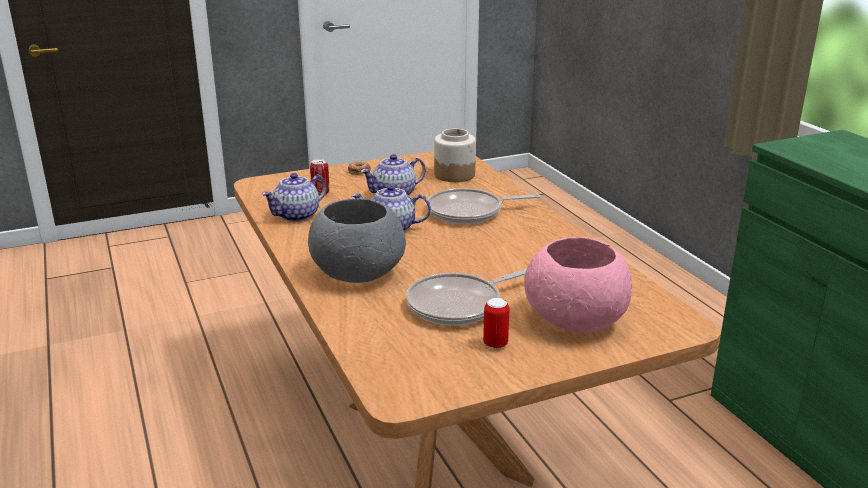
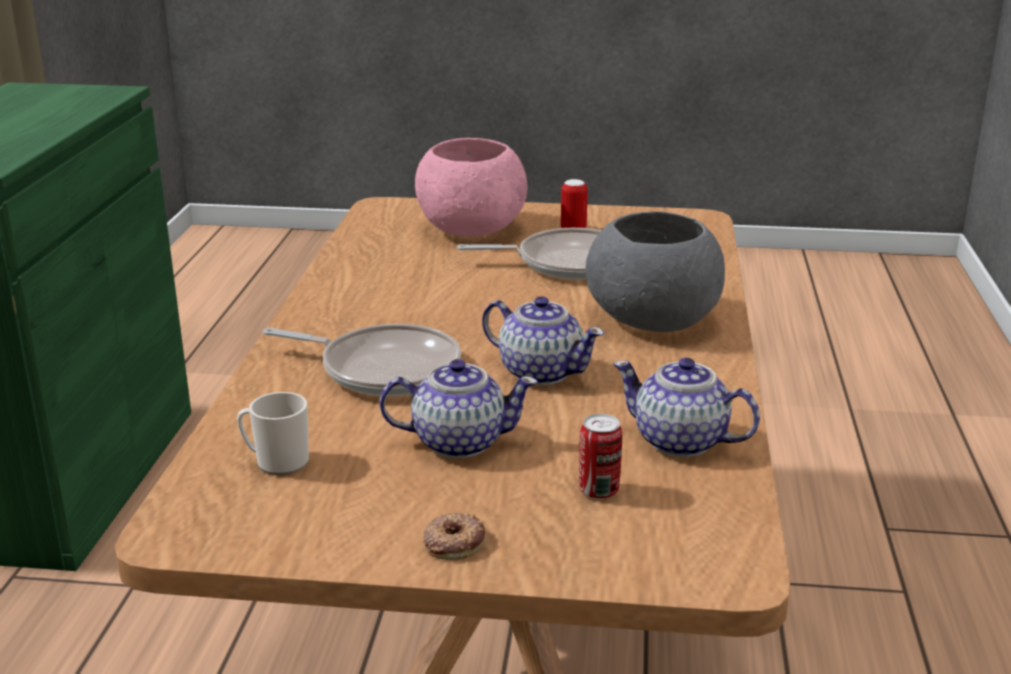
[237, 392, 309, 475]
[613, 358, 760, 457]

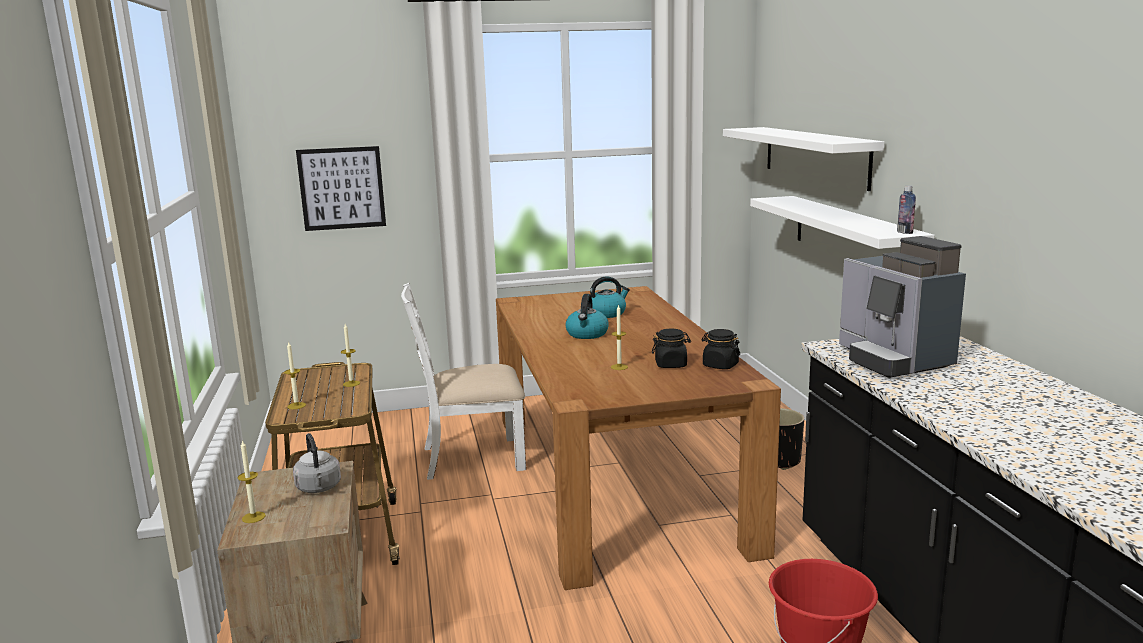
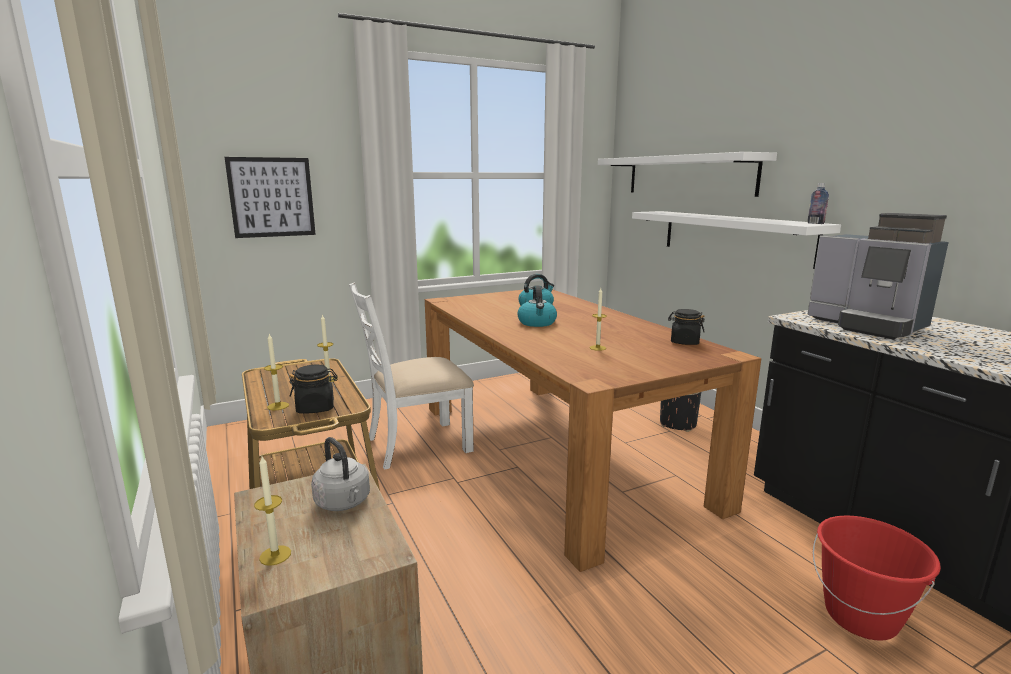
[290, 365, 338, 414]

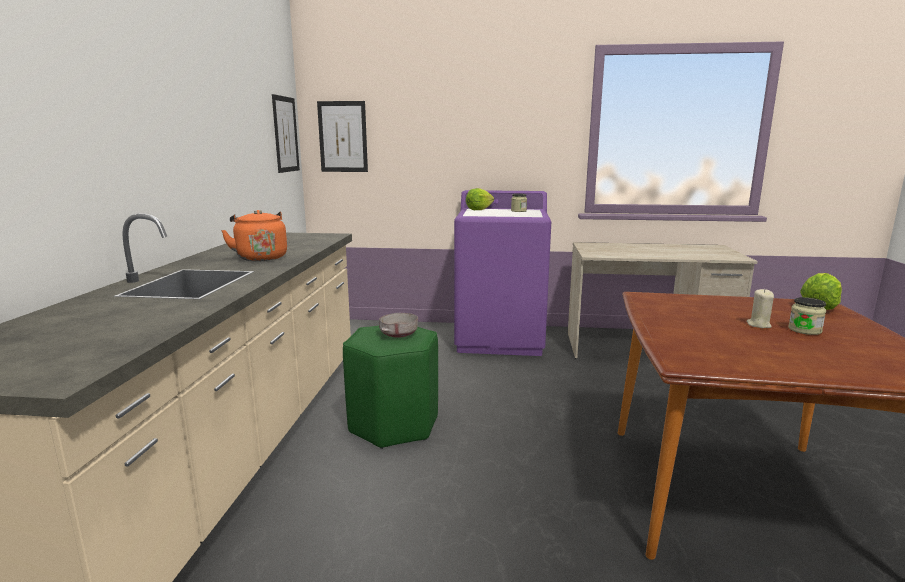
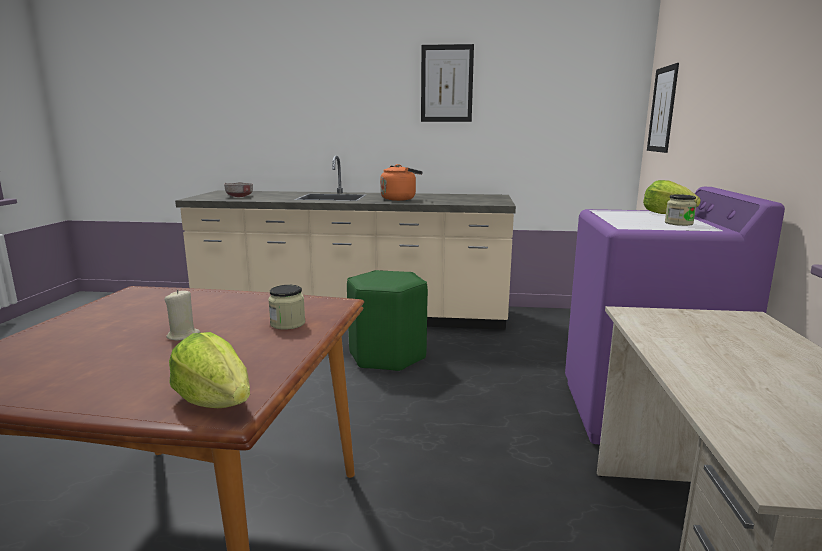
[224, 182, 253, 197]
[268, 285, 305, 330]
[421, 44, 474, 122]

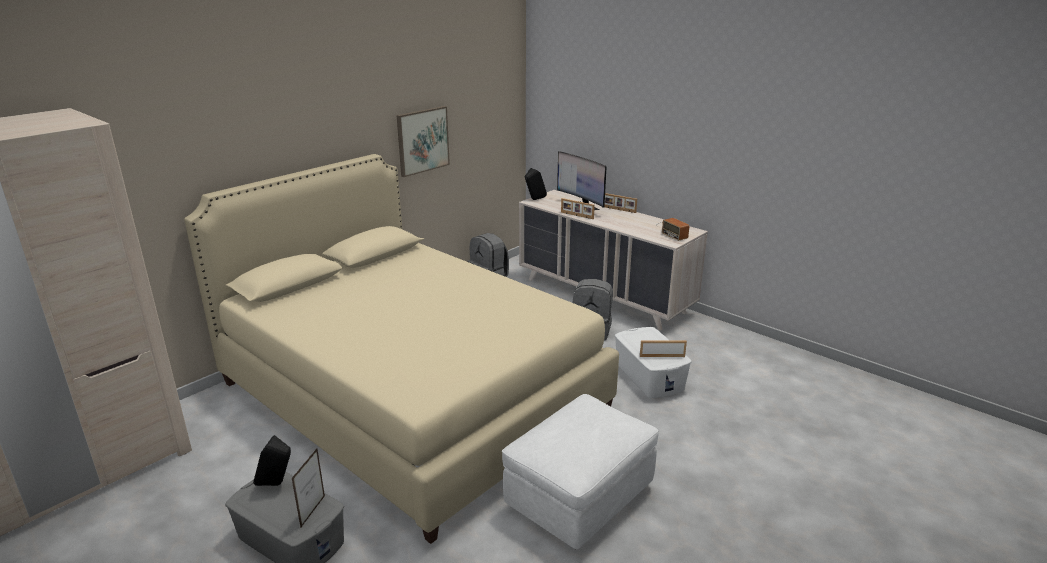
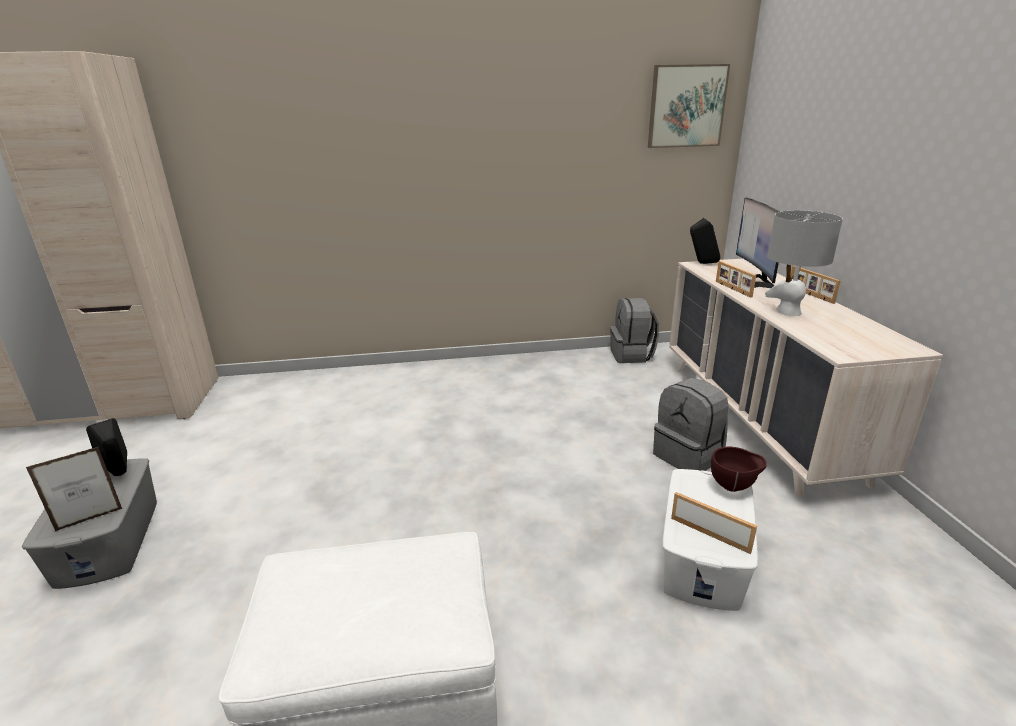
[648, 64, 730, 148]
[711, 447, 767, 492]
[765, 210, 843, 316]
[184, 154, 619, 544] (first image)
[656, 218, 689, 241] (first image)

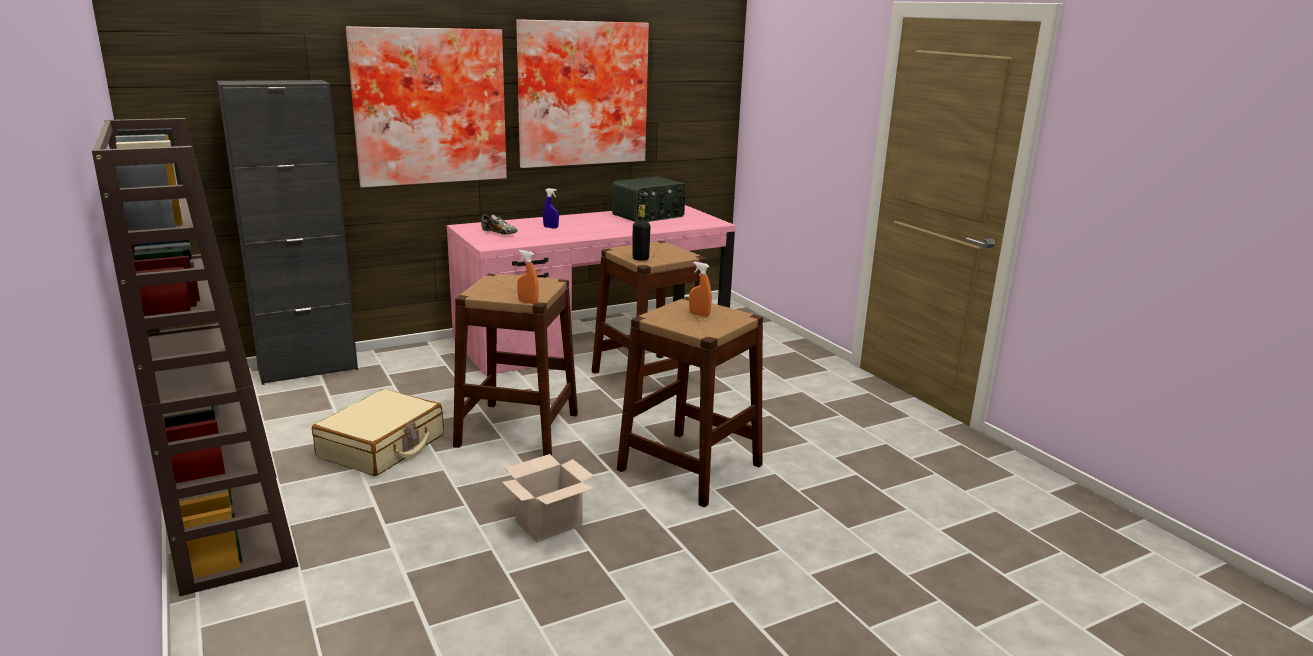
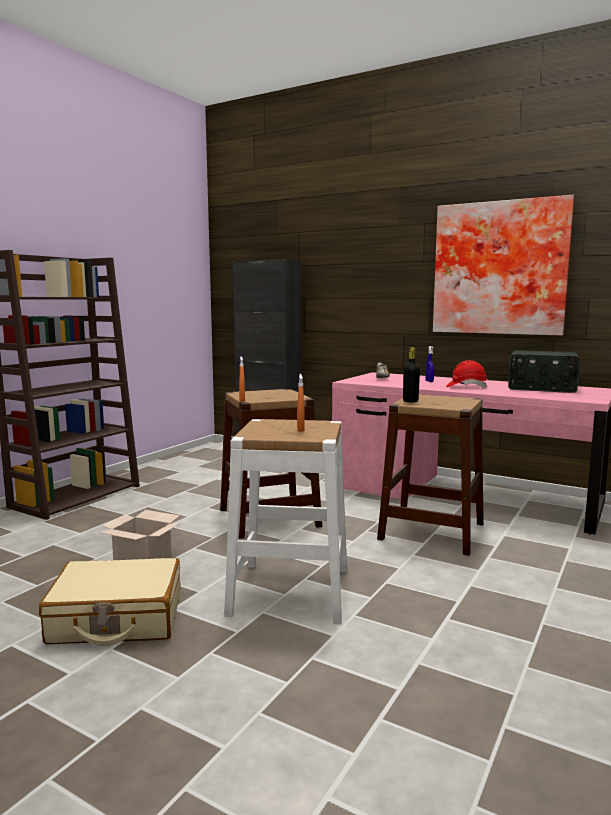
[39, 558, 181, 646]
[224, 419, 347, 624]
[446, 360, 487, 388]
[346, 26, 507, 187] (first image)

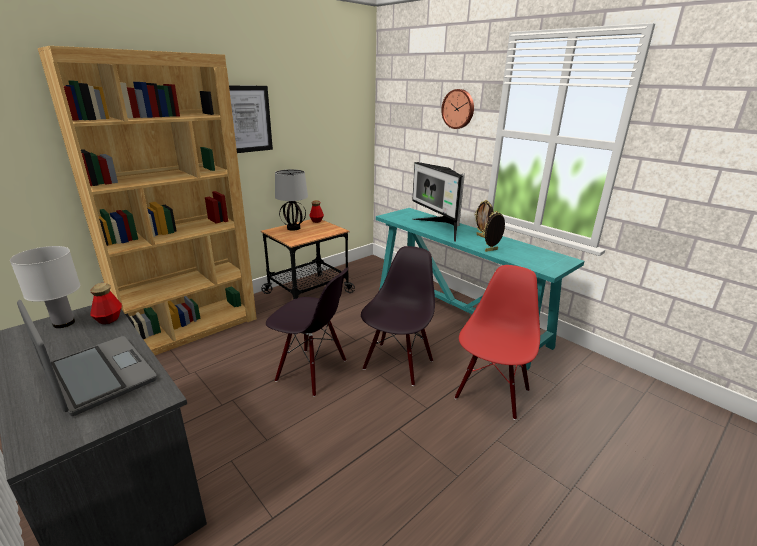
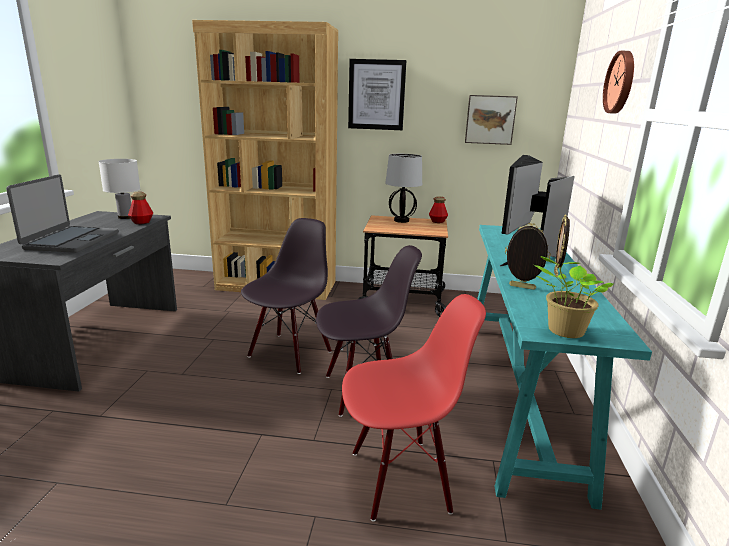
[241, 218, 332, 374]
[465, 95, 518, 145]
[534, 256, 613, 338]

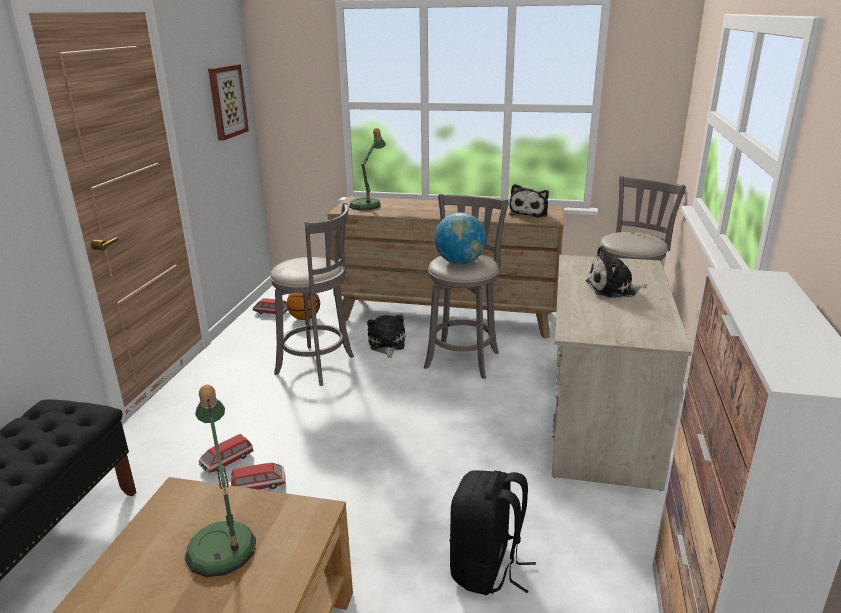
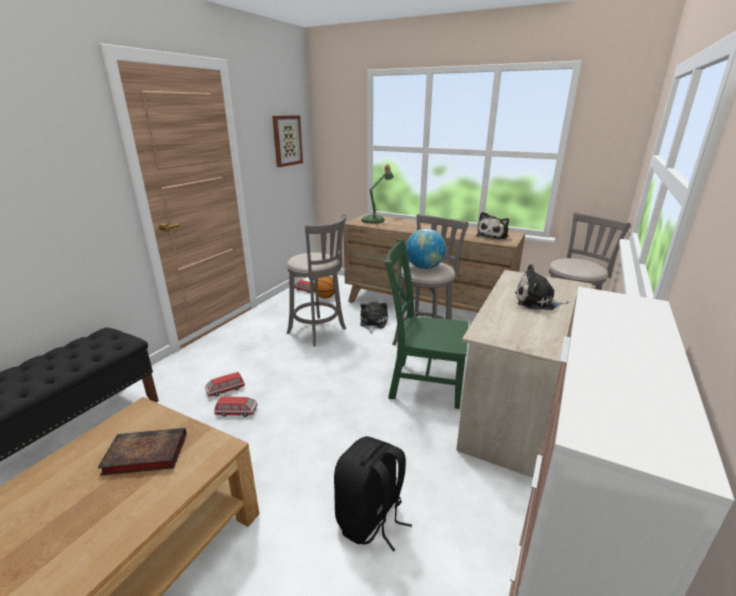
[97, 428, 187, 476]
[384, 239, 468, 409]

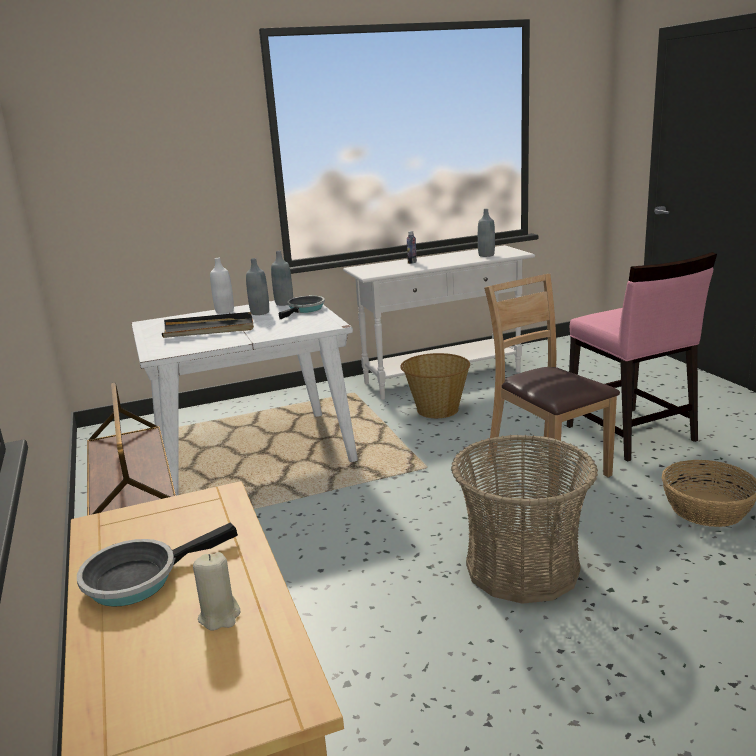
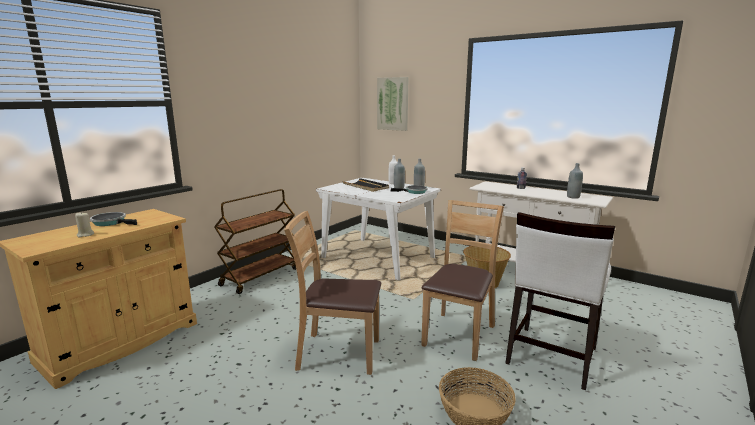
[284, 211, 381, 375]
[377, 77, 409, 131]
[505, 212, 615, 390]

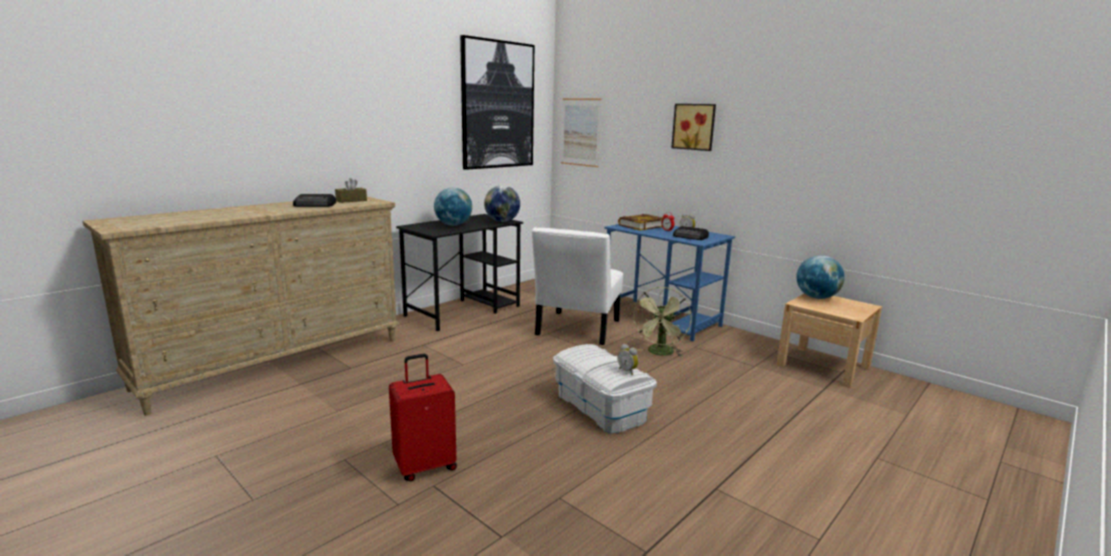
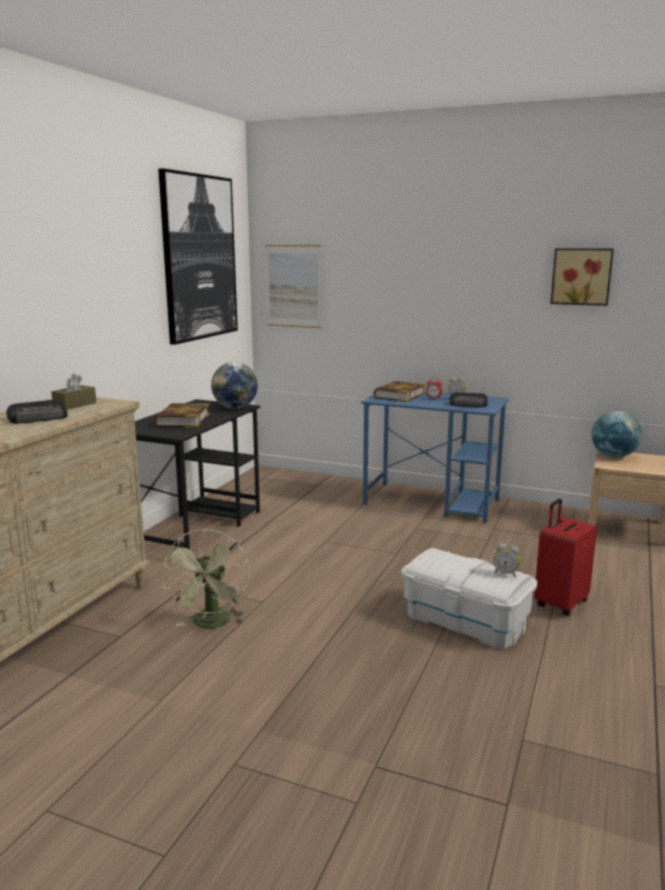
[154, 403, 210, 427]
[162, 529, 250, 629]
[534, 499, 597, 616]
[550, 248, 614, 306]
[532, 227, 623, 345] (first image)

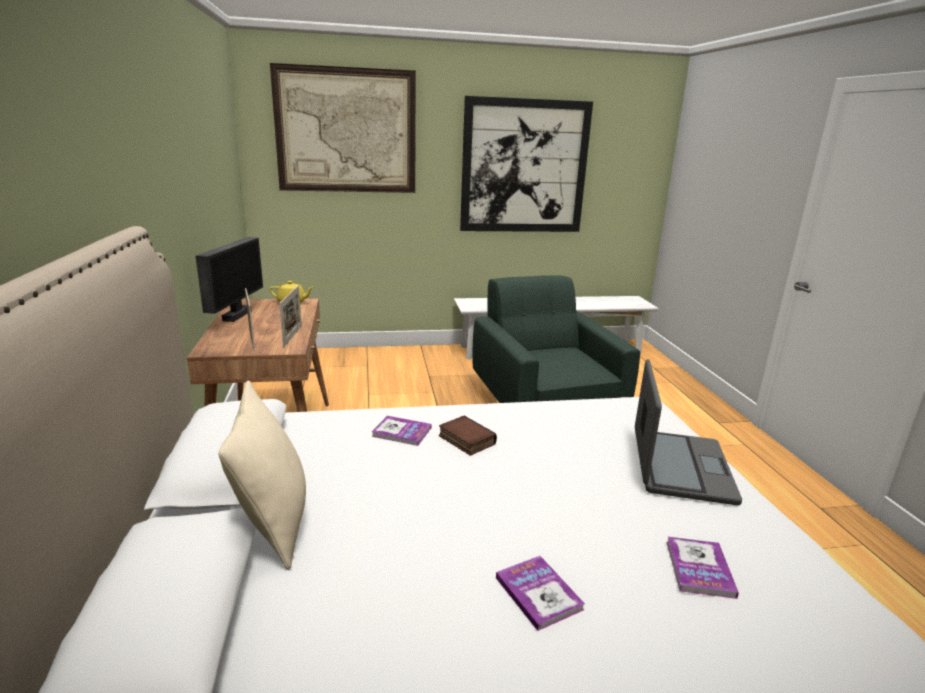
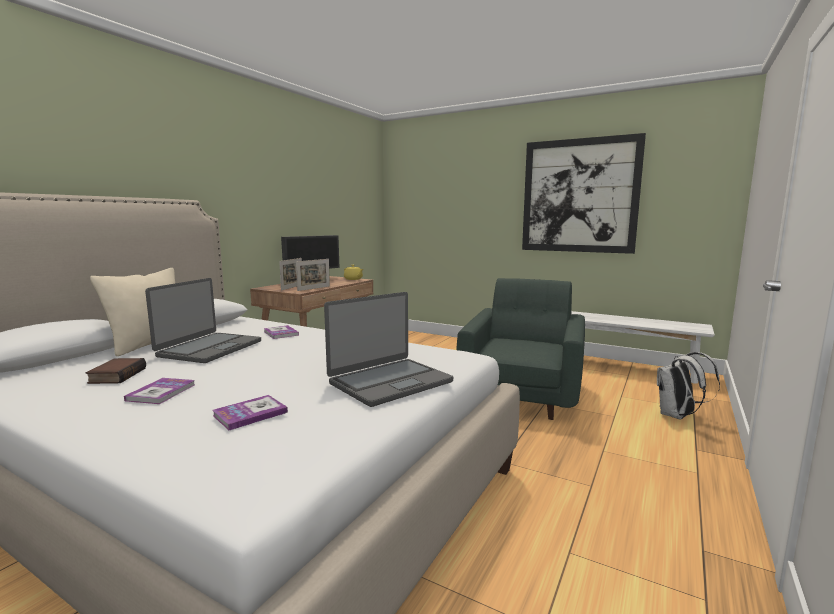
[86, 358, 146, 384]
[145, 278, 261, 363]
[657, 352, 720, 419]
[270, 63, 416, 193] (first image)

